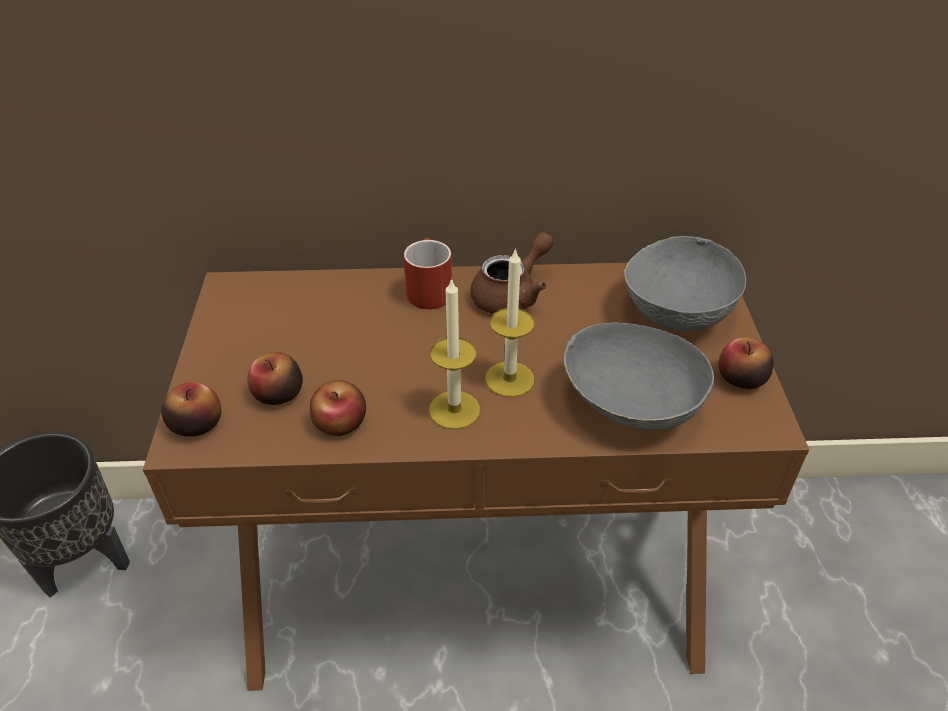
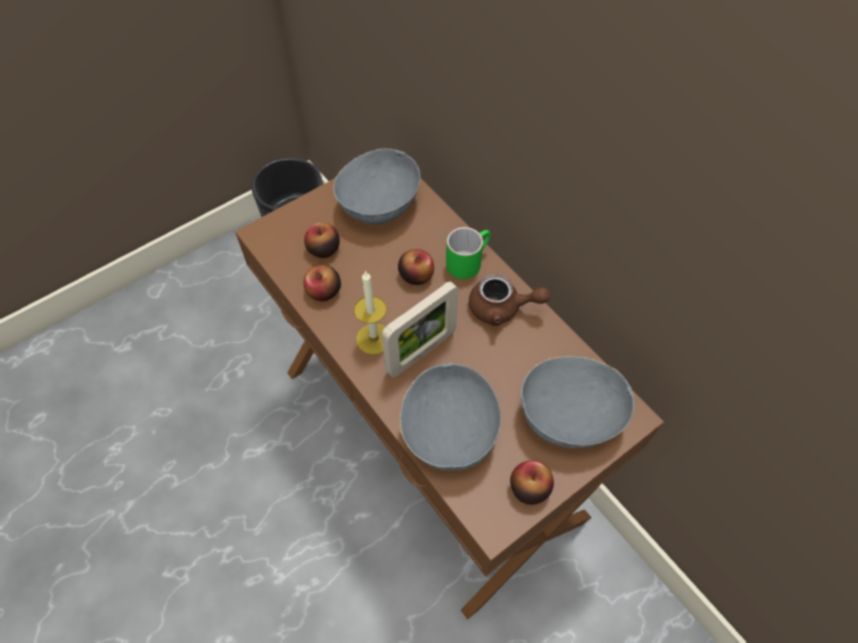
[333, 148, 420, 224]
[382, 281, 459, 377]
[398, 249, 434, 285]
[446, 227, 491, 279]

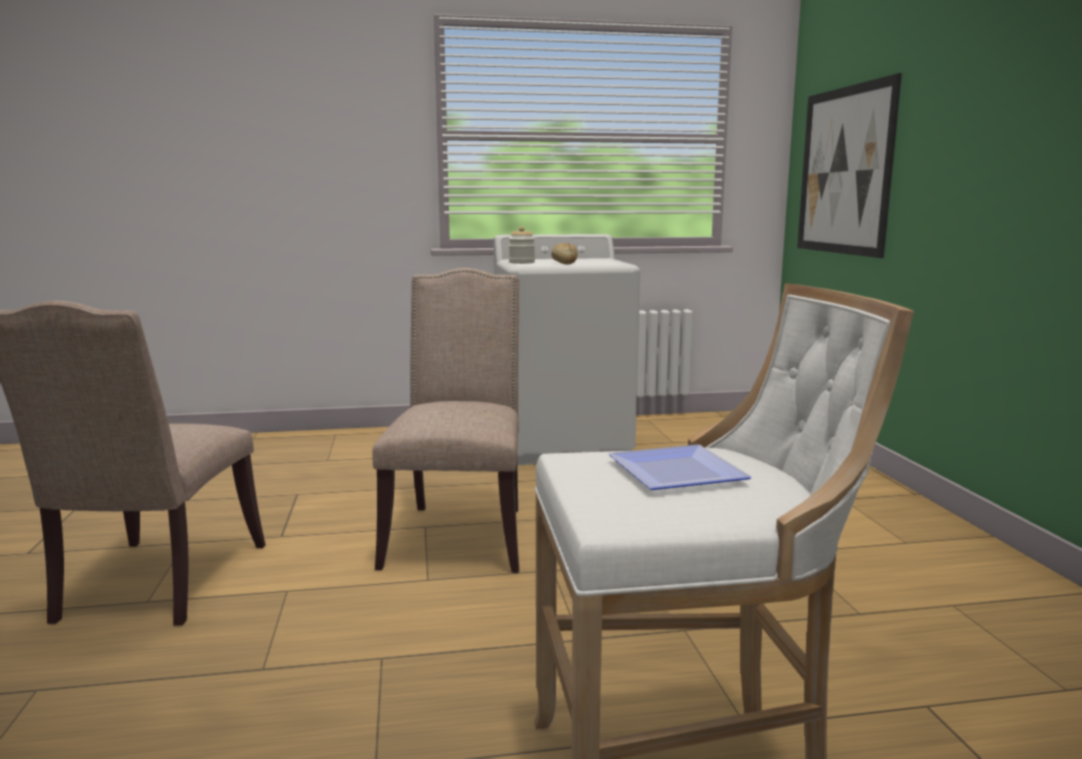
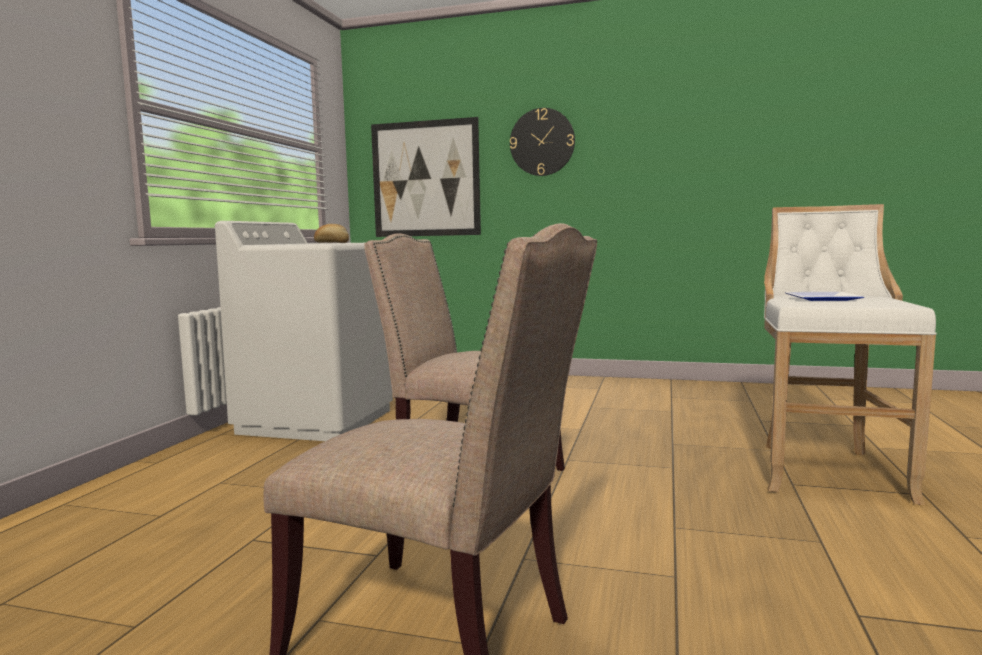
[510, 108, 575, 176]
[509, 227, 535, 264] (first image)

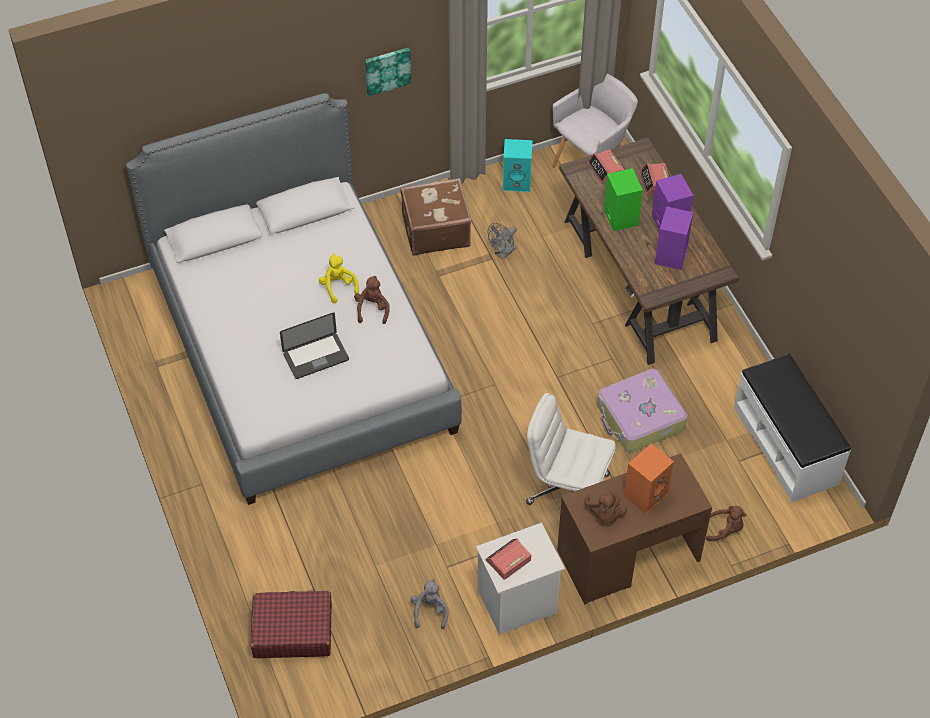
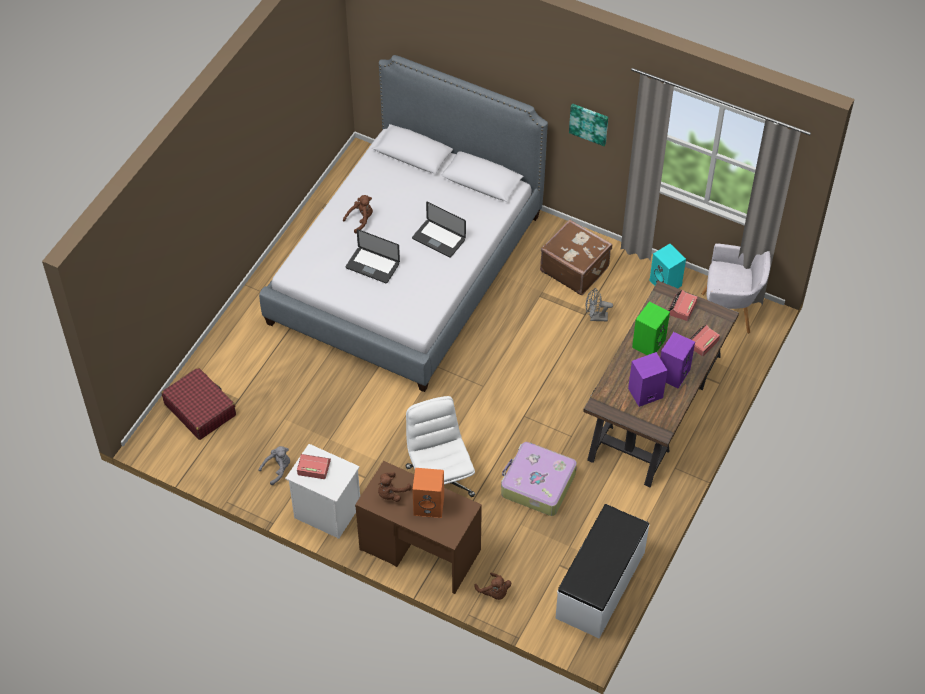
[343, 195, 373, 234]
[412, 202, 466, 257]

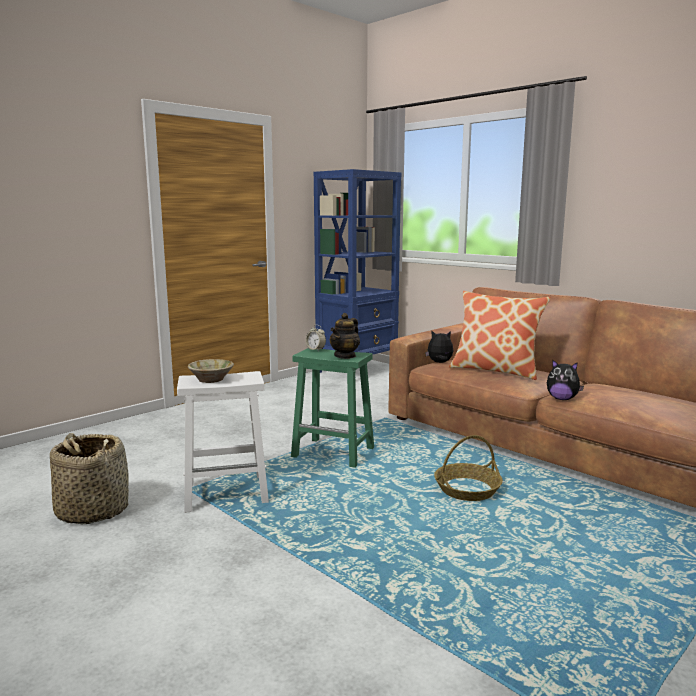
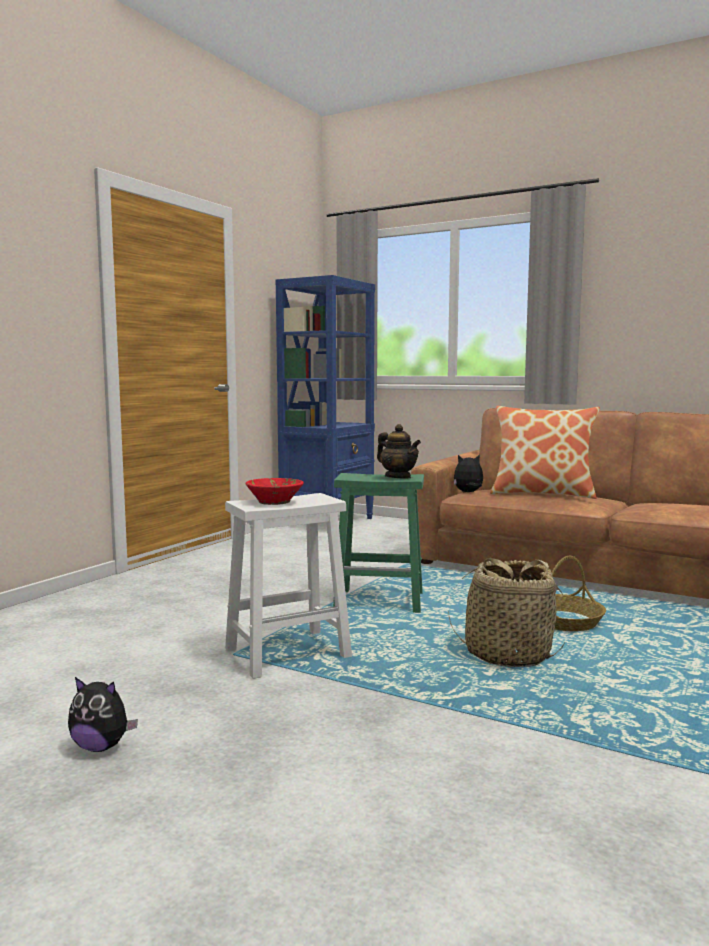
[68, 677, 138, 752]
[245, 478, 304, 505]
[377, 424, 421, 478]
[448, 558, 564, 667]
[306, 325, 326, 351] (first image)

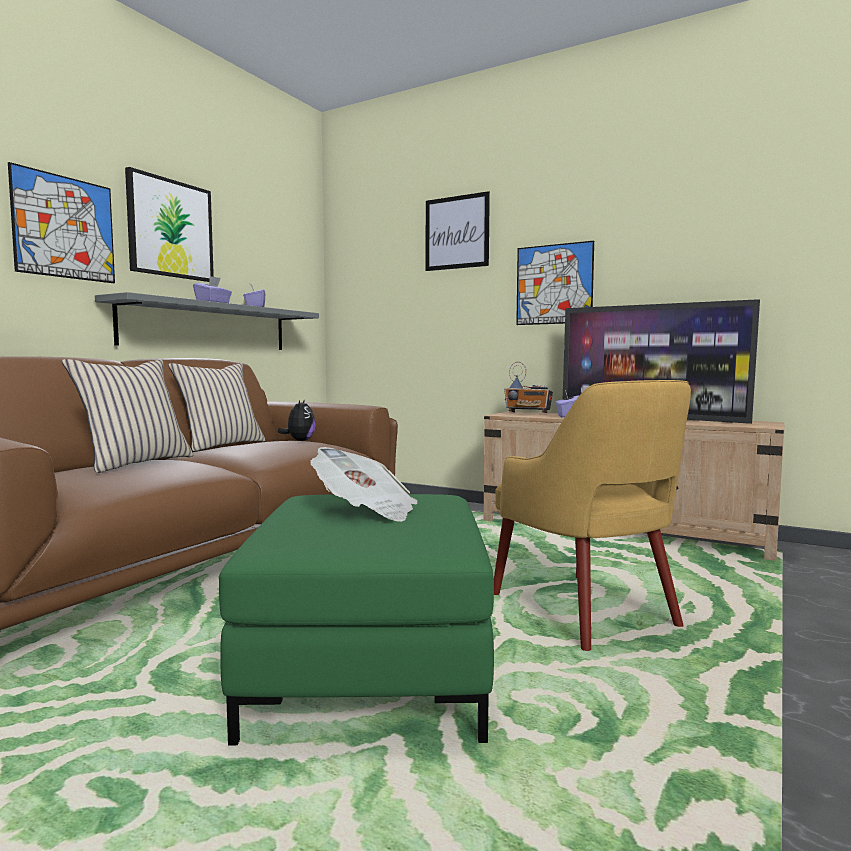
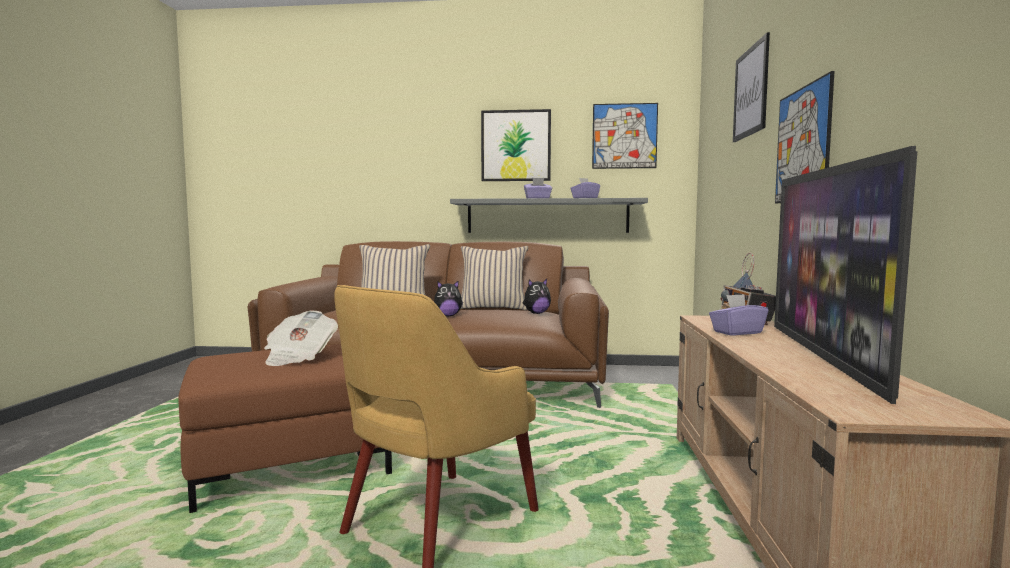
[178, 344, 392, 513]
[434, 280, 463, 317]
[592, 103, 658, 169]

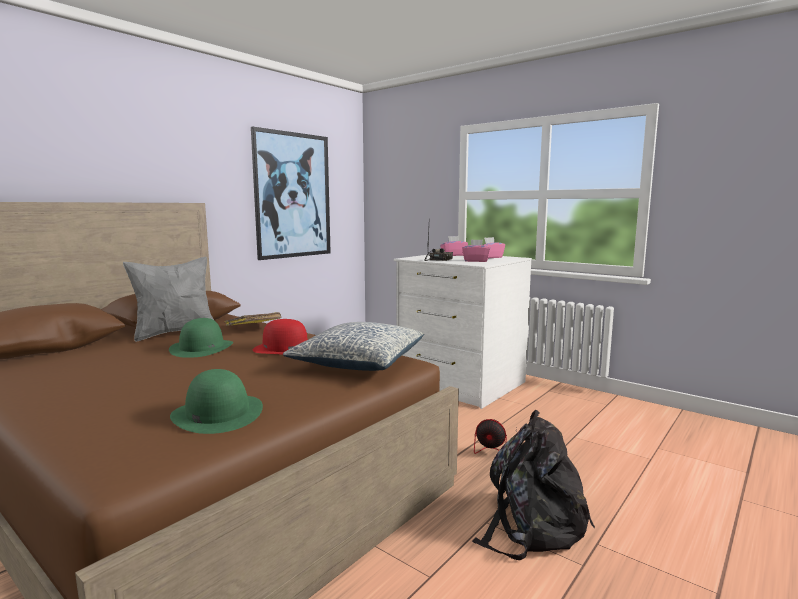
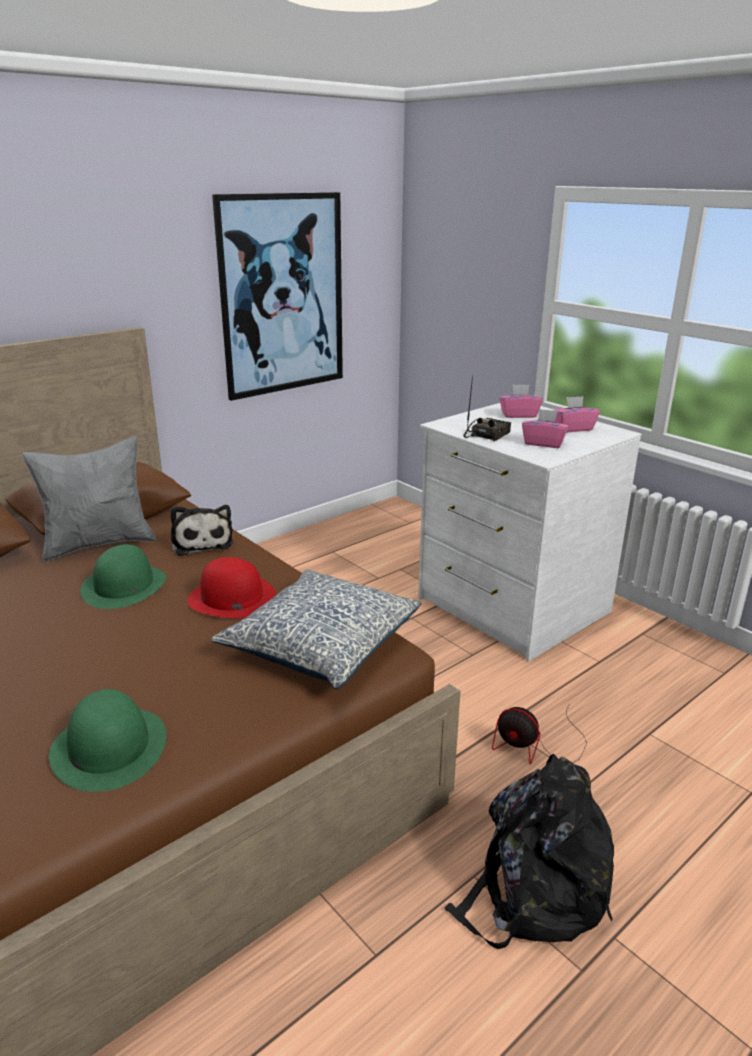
[171, 505, 233, 556]

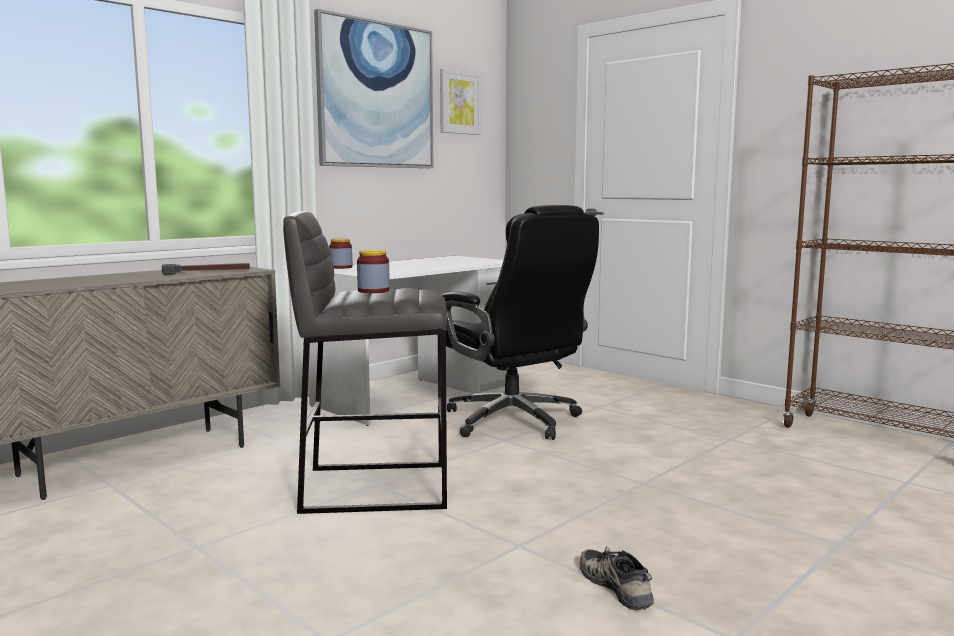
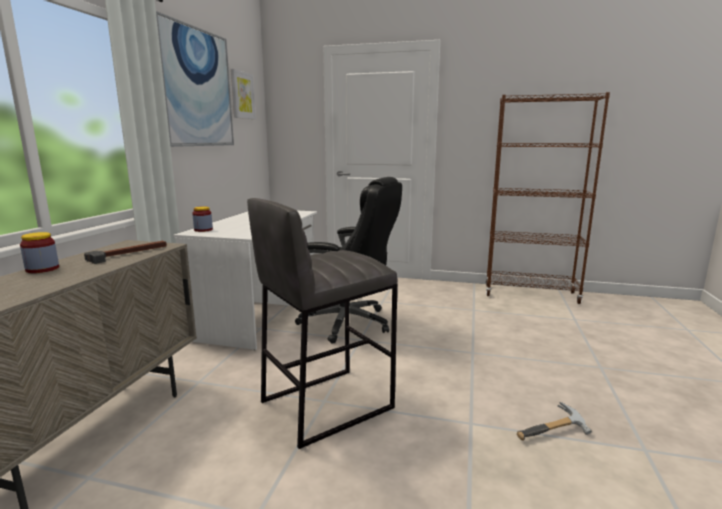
[20, 232, 59, 273]
[517, 402, 592, 441]

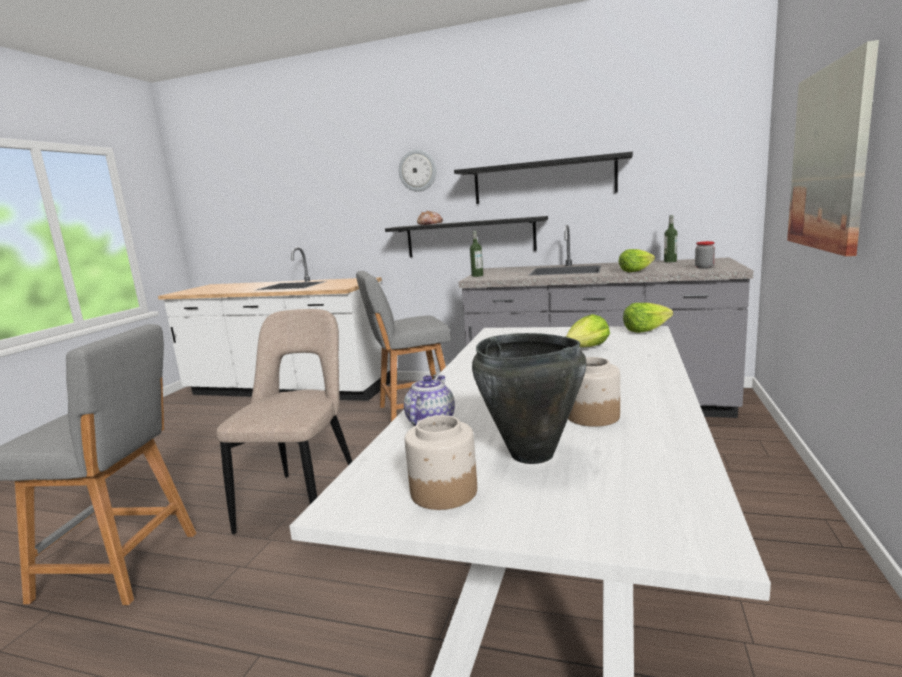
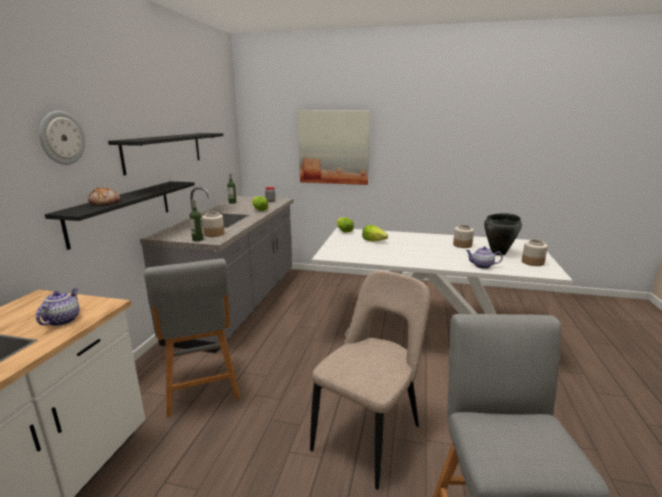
[36, 288, 80, 326]
[202, 212, 224, 237]
[310, 271, 430, 490]

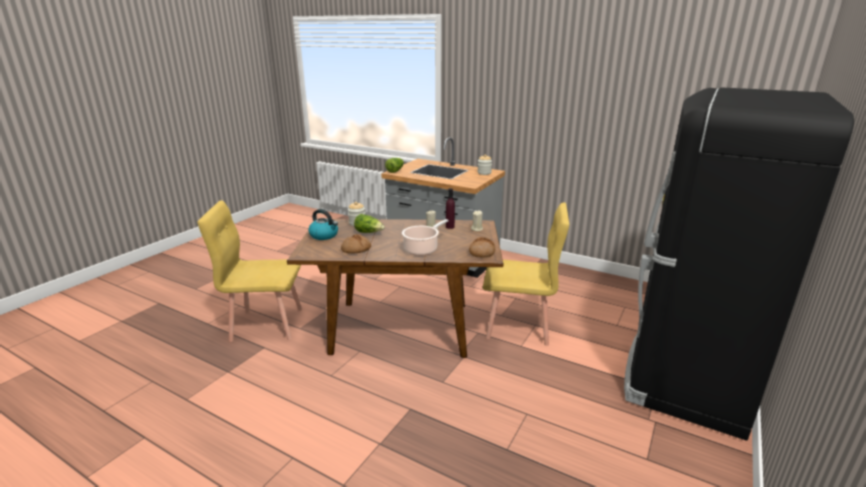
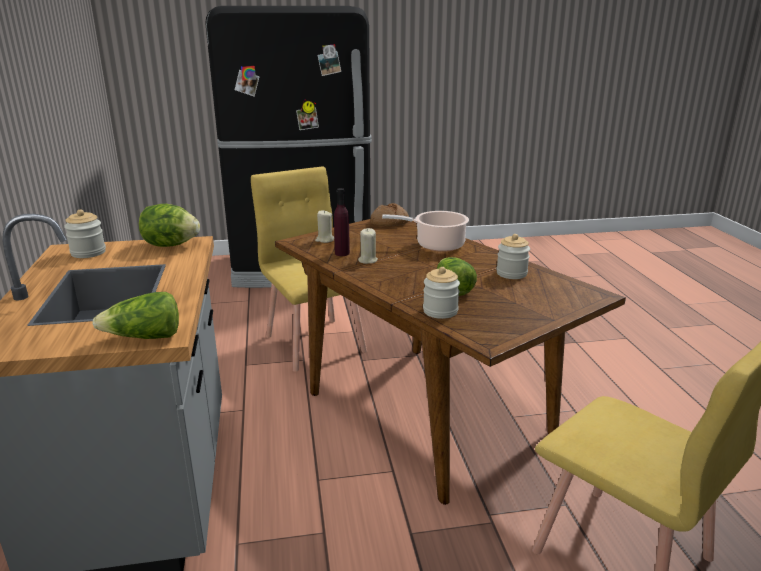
[139, 204, 200, 247]
[496, 234, 530, 279]
[308, 209, 338, 240] (first image)

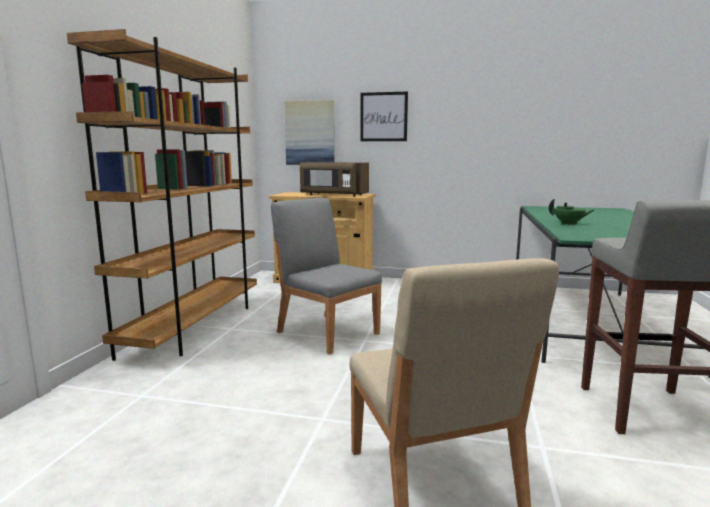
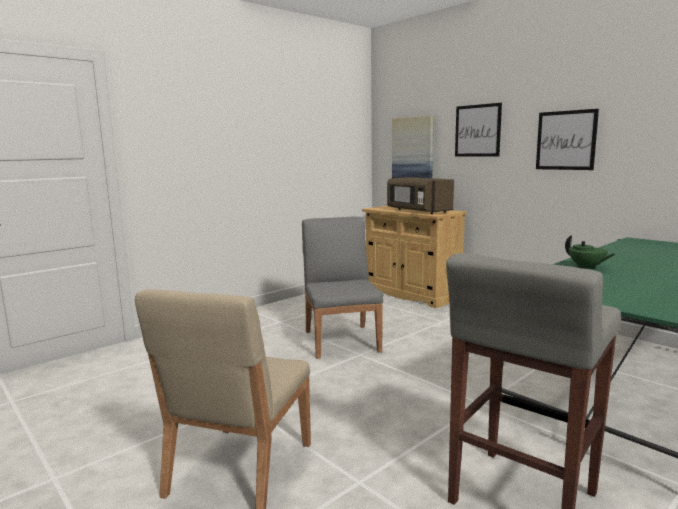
[536, 109, 599, 170]
[67, 29, 257, 361] (first image)

